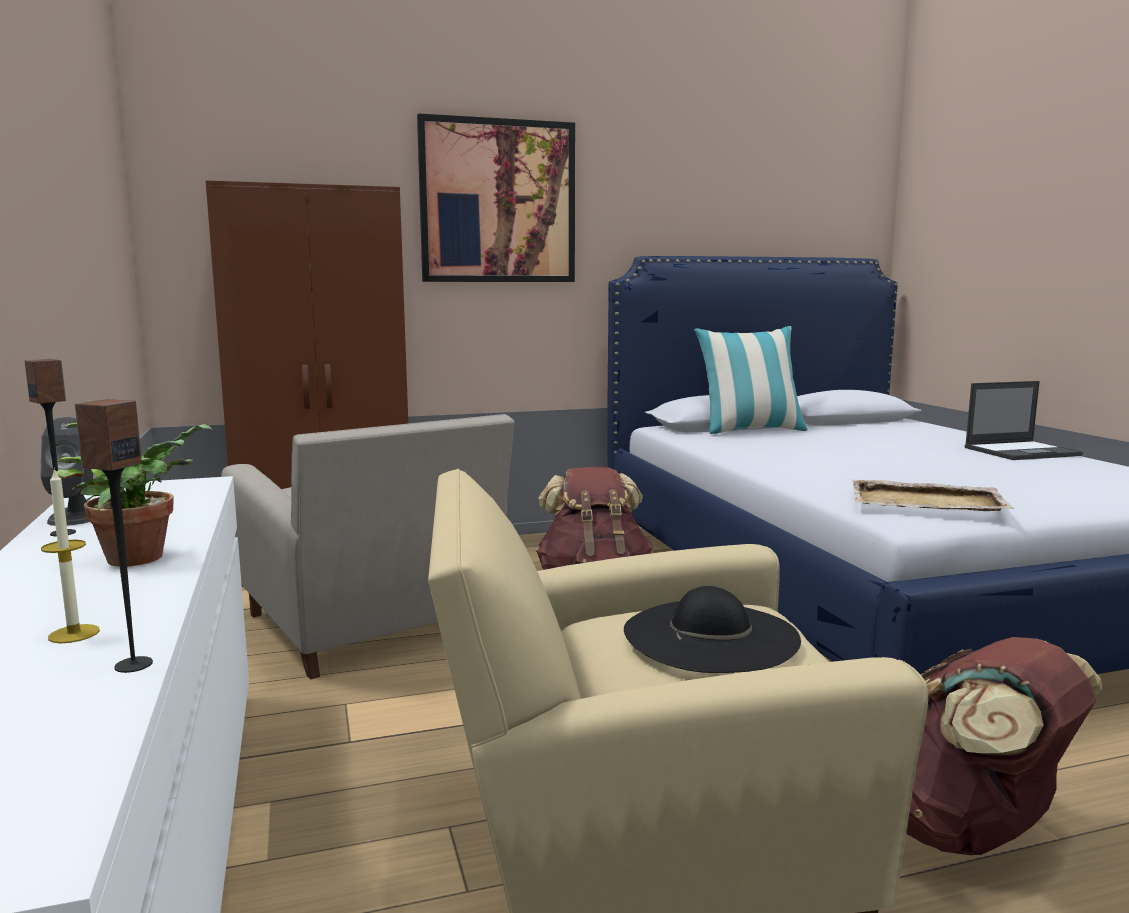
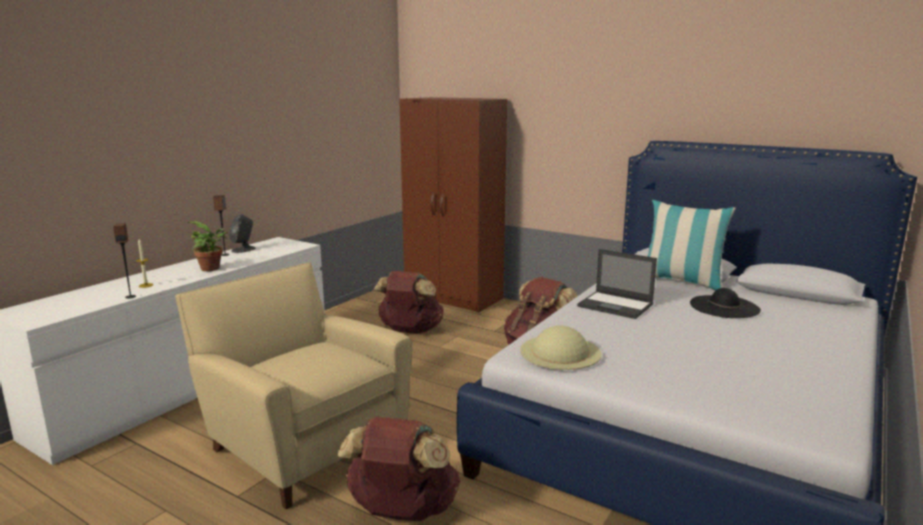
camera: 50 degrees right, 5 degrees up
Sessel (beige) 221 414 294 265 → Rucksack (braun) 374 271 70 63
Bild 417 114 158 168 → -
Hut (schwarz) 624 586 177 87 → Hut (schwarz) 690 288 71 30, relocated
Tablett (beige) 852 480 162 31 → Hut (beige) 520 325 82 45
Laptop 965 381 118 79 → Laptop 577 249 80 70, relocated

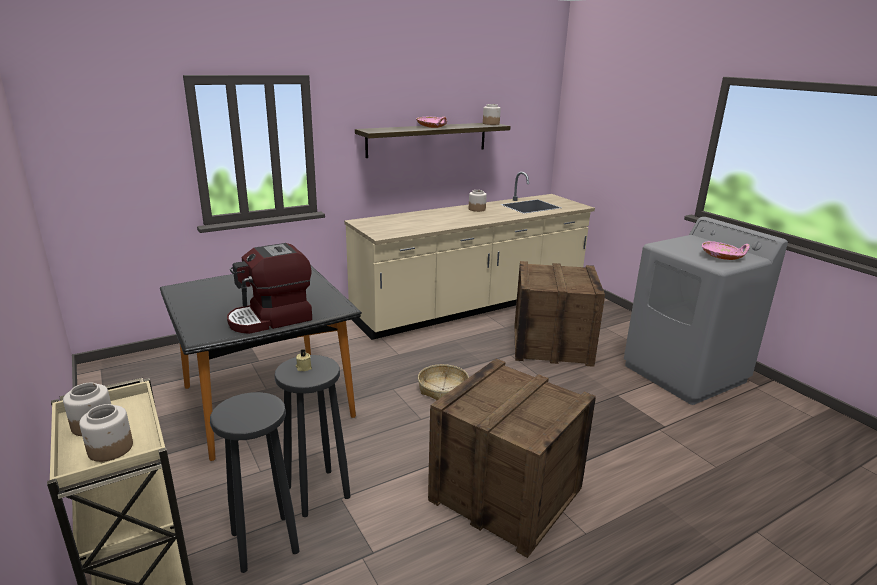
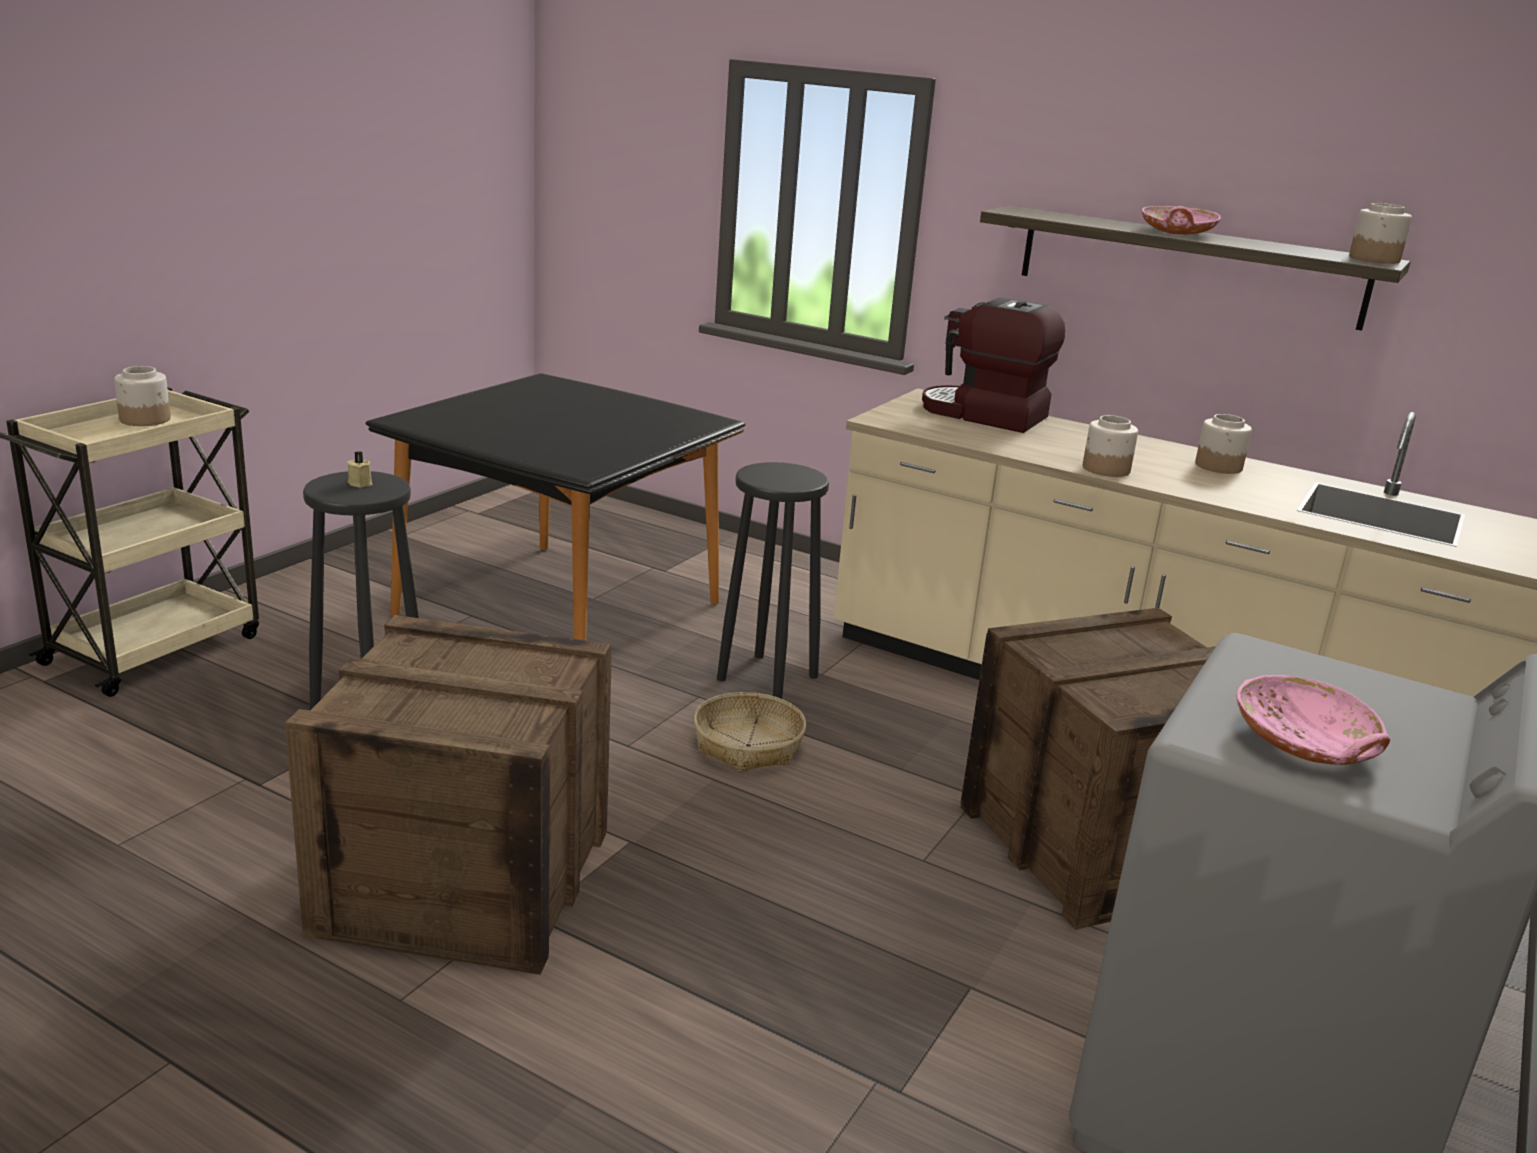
camera: 60 degrees right, 0 degrees up
Vorratsglas 79 404 54 58 → Vorratsglas 1083 415 55 62, relocated
Hocker (schwarz) 210 392 90 181 → Hocker (schwarz) 717 462 112 237, relocated
Kaffeemaschine 227 243 85 91 → Kaffeemaschine 922 298 143 135, relocated

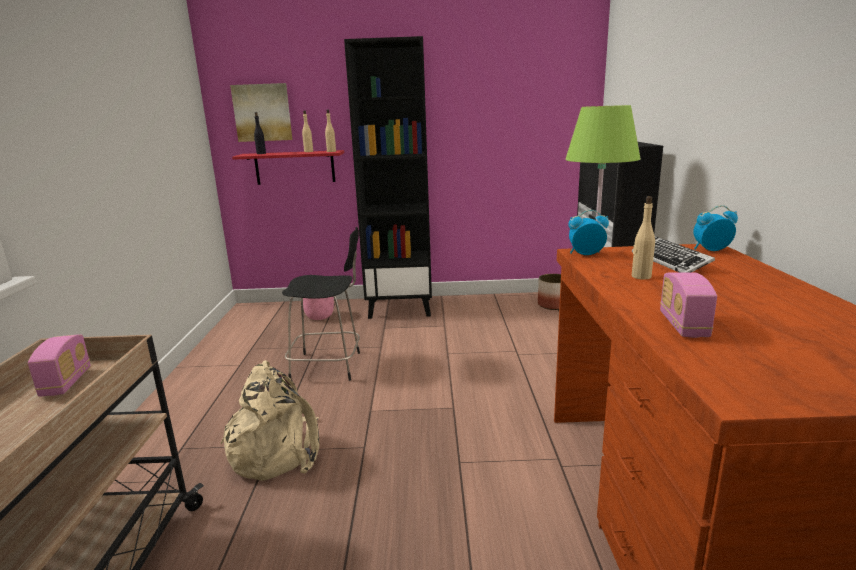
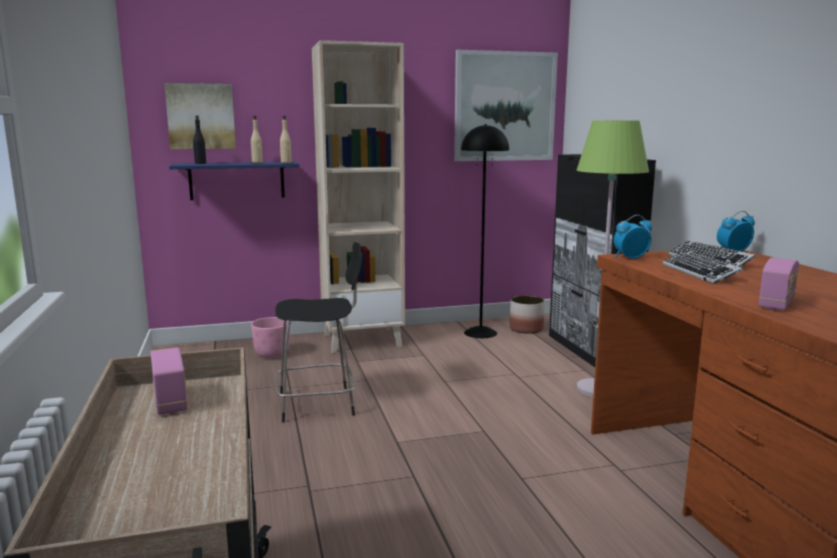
camera: 15 degrees left, 5 degrees down
Rucksack (beige) 220 360 99 121 → -
Wandregal (rot) 232 150 112 35 → Wandregal (blau) 169 162 131 38
Bücherregal (schwarz) 344 36 88 283 → Bücherregal (beige) 312 40 93 313
Flasche (beige) 632 196 23 83 → Tastatur 662 250 81 34
Radio 660 272 57 66 → Radio 759 258 40 52, 135 degrees counterclockwise
- → Bild 454 50 104 111
- → Stehlampe (schwarz) 461 124 48 214

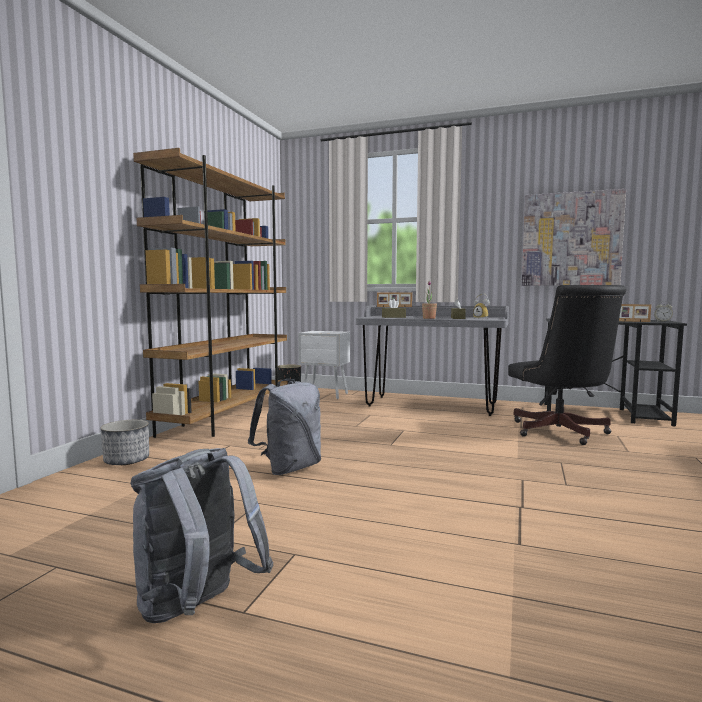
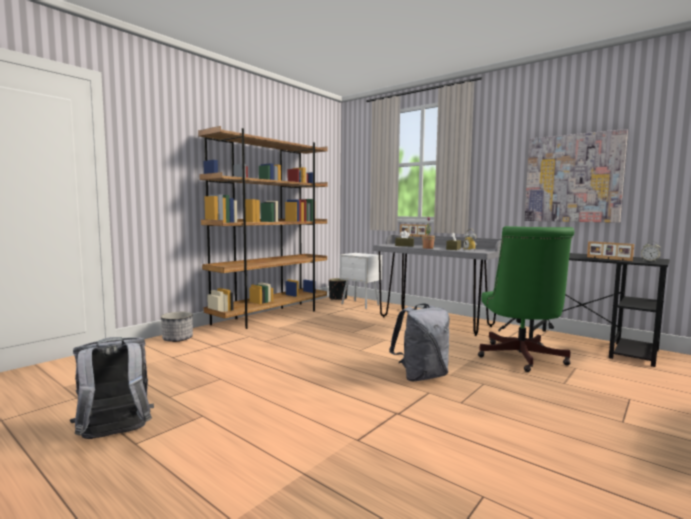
camera: 20 degrees right, 0 degrees up
Rucksack (grau) 248 379 73 96 → Rucksack (grau) 389 304 61 77, relocated
Bürostuhl (schwarz) 508 285 118 160 → Bürostuhl (grün) 478 226 96 146

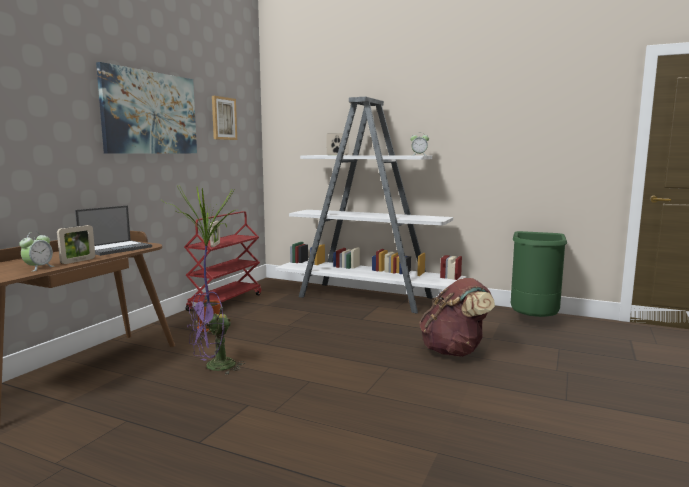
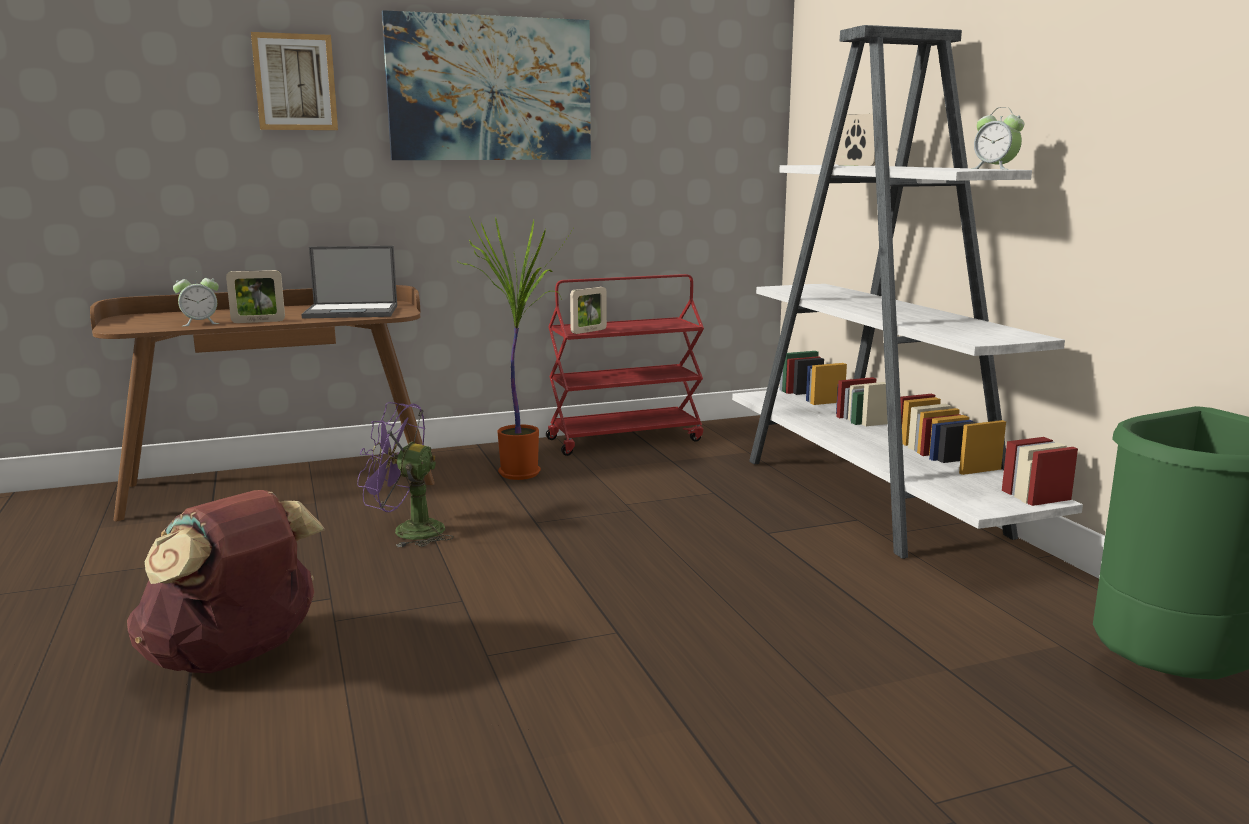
camera: 45 degrees right, 5 degrees up
Bild 212 96 25 44 → Bild 251 32 87 98, relocated
Rucksack (braun) 419 278 76 79 → Rucksack (braun) 127 490 198 183, relocated

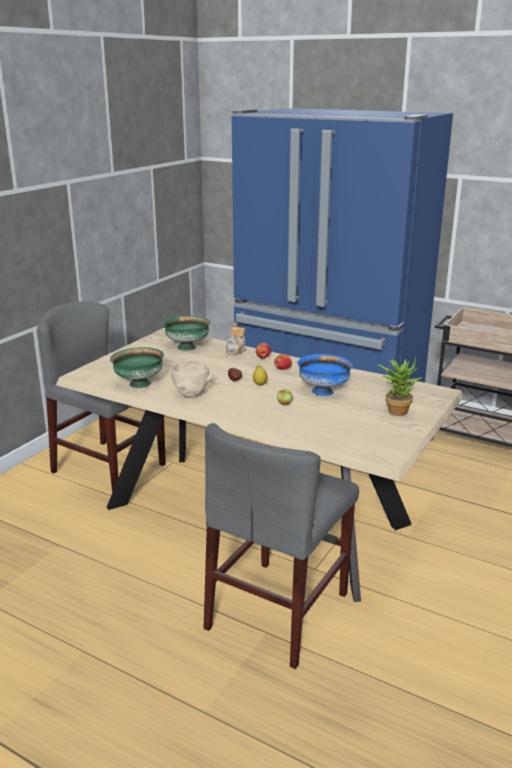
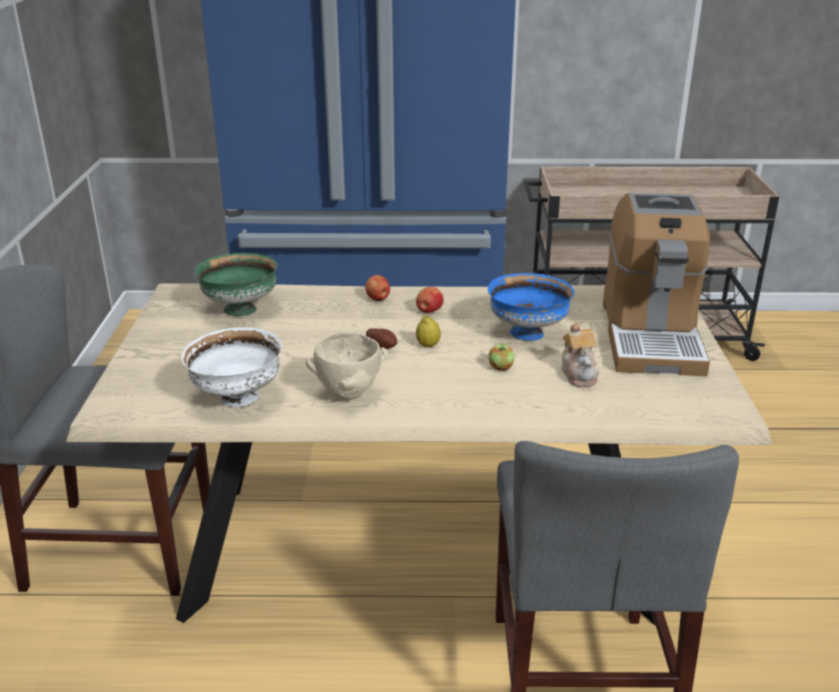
camera: 30 degrees left, 5 degrees up
Schüssel (grün) 110 347 54 41 → Schüssel (weiß) 181 327 101 80
Teekanne 226 323 20 32 → Teekanne 561 323 38 64, relocated
Topfpflanze 378 357 44 59 → Kaffeemaschine 603 193 107 183

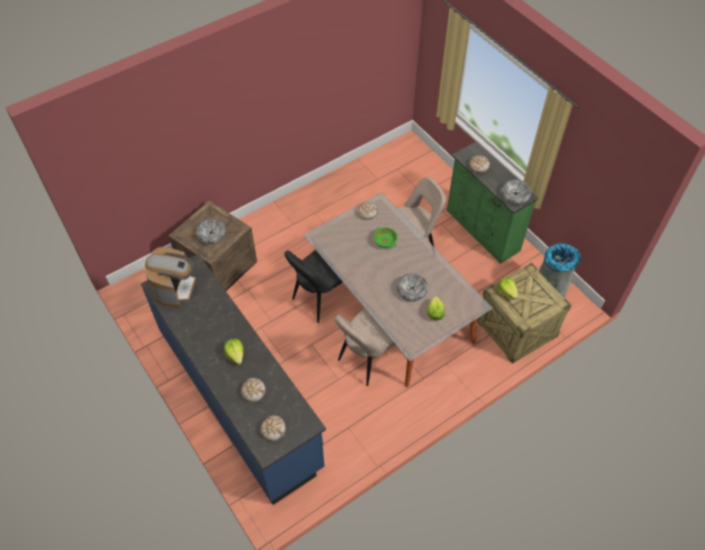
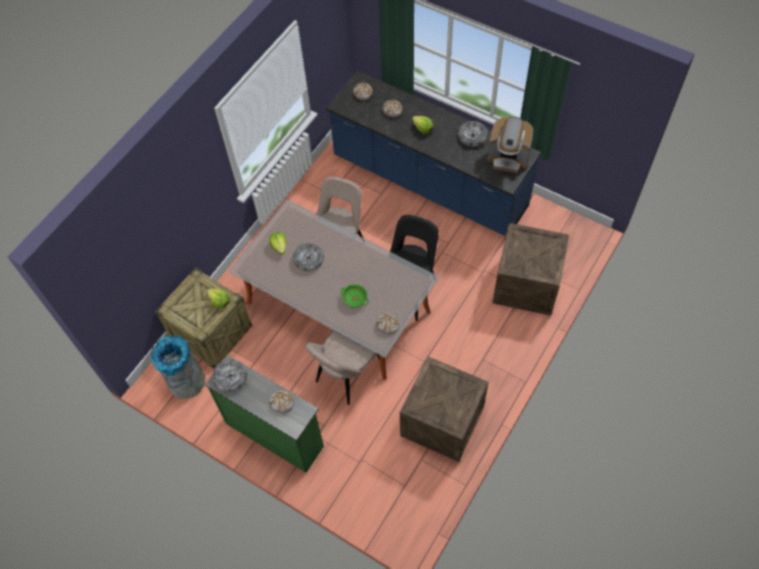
camera: 160 degrees right, 5 degrees up
Kaffeemaschine 145 247 51 60 → Kaffeemaschine 487 117 46 56, 60 degrees counterclockwise
Schüssel 196 219 30 25 → Schüssel 458 121 30 26, relocated
- → Kiste 400 356 89 106

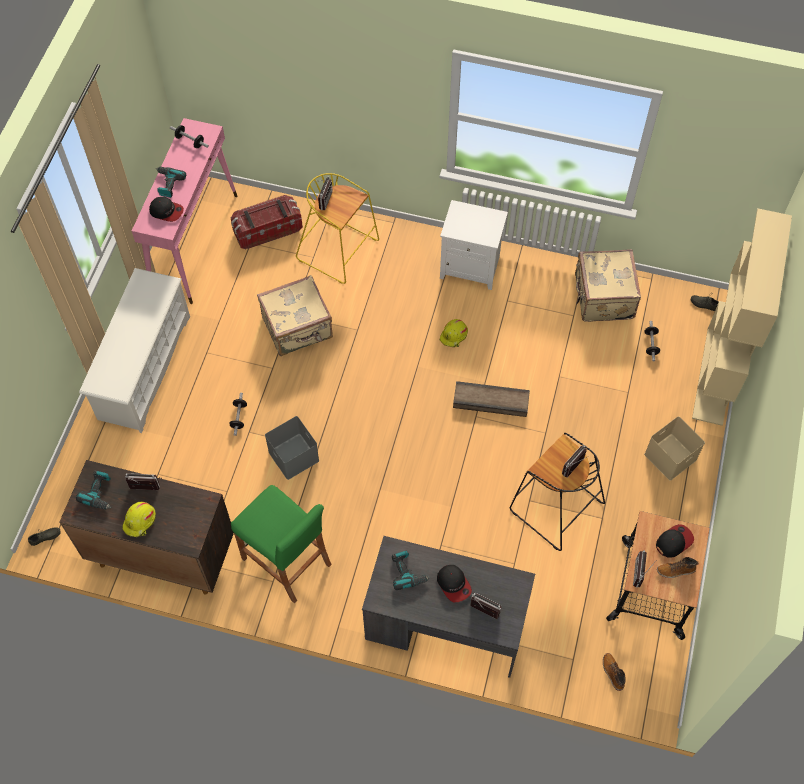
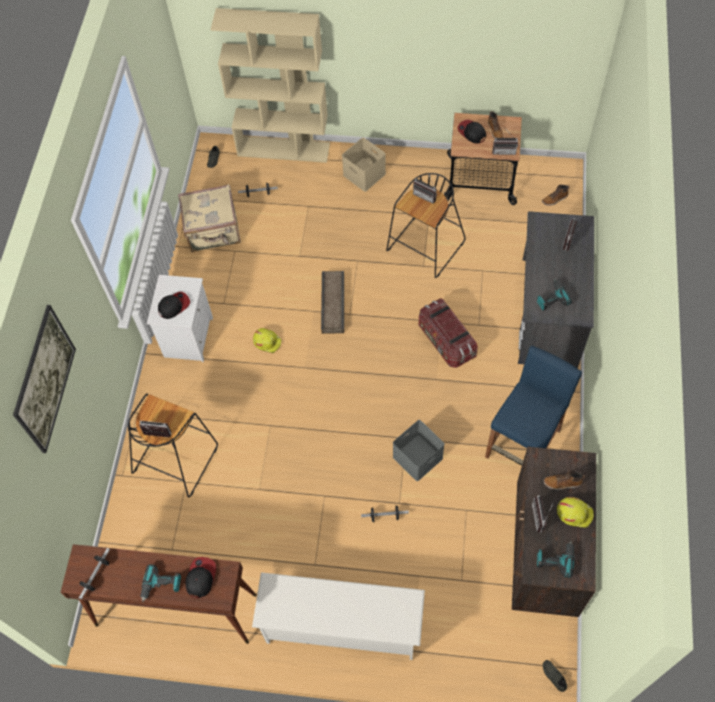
camera: 95 degrees left, 0 degrees up
Konsolentisch (rosa) 132 118 105 186 → Konsolentisch (braun) 60 544 197 100
Aufbewahrungsbox 231 195 72 55 → Aufbewahrungsbox 419 298 59 70, relocated
Hocker (grün) 231 485 101 119 → Hocker (blau) 485 346 97 120
Koffer (beige) 257 275 76 81 → -
Hocker (gelb) 296 173 83 111 → Hocker (schwarz) 128 394 90 103
Kappe 437 565 35 37 → Kappe 158 292 32 27, relocated
- → Bild 13 305 63 148
- → Stiefel 544 470 41 20

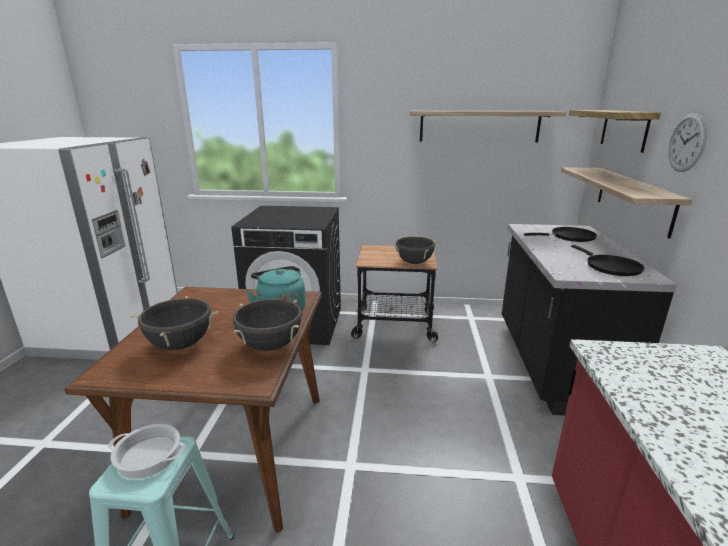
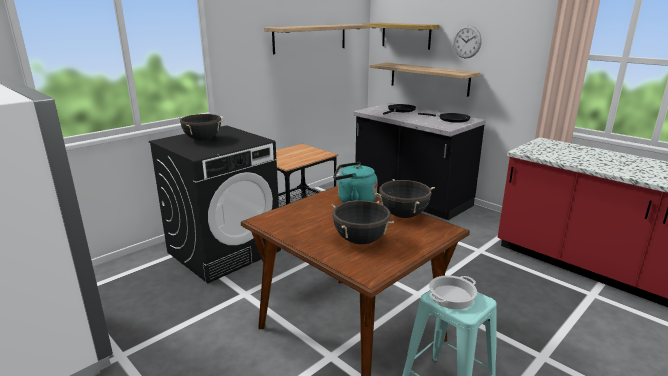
camera: 50 degrees left, 0 degrees up
Kochtopf (schwarz) 394 237 42 27 → Kochtopf (schwarz) 179 114 44 27, relocated

